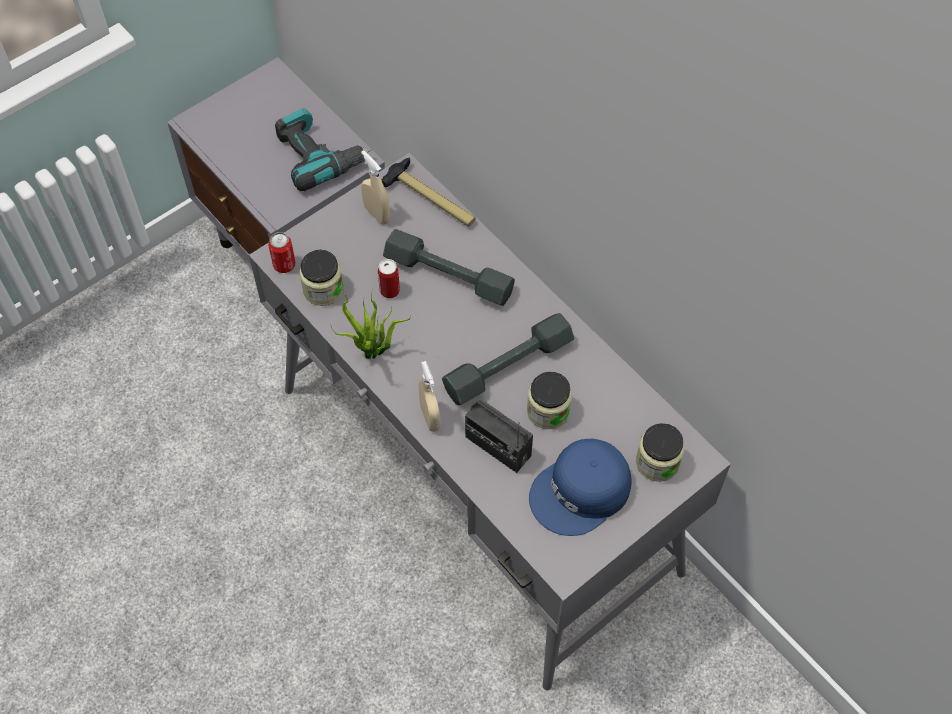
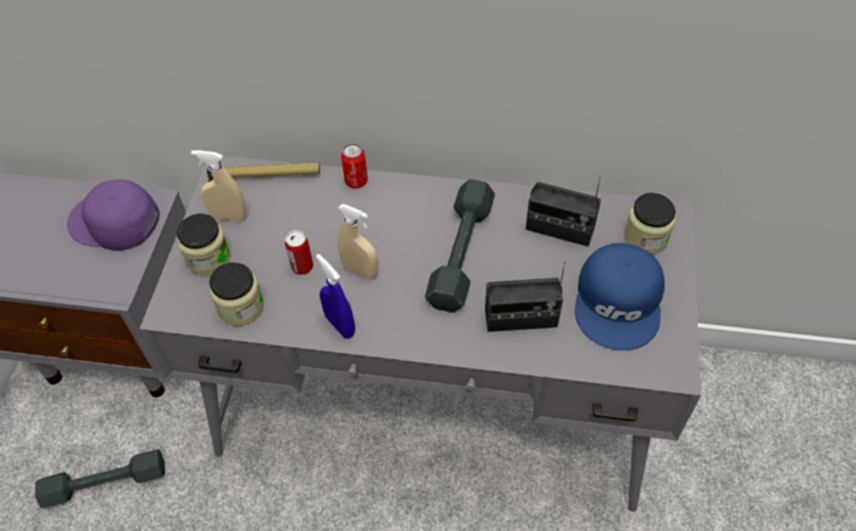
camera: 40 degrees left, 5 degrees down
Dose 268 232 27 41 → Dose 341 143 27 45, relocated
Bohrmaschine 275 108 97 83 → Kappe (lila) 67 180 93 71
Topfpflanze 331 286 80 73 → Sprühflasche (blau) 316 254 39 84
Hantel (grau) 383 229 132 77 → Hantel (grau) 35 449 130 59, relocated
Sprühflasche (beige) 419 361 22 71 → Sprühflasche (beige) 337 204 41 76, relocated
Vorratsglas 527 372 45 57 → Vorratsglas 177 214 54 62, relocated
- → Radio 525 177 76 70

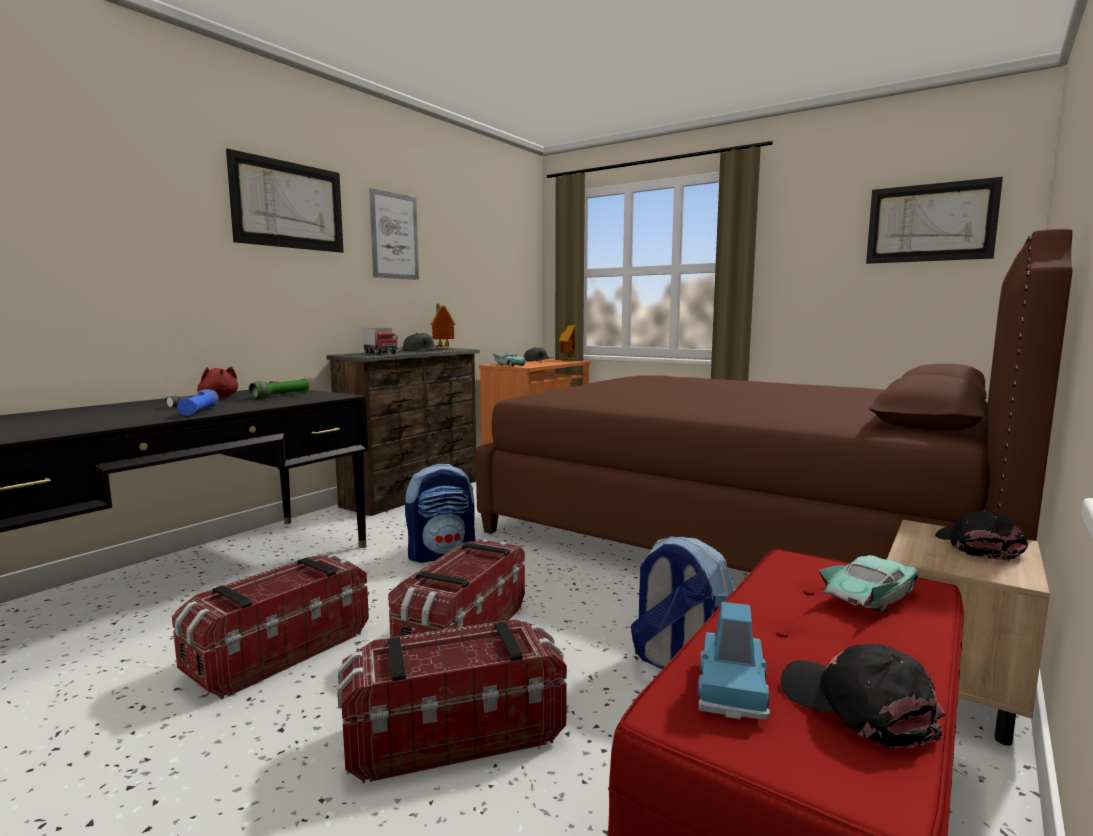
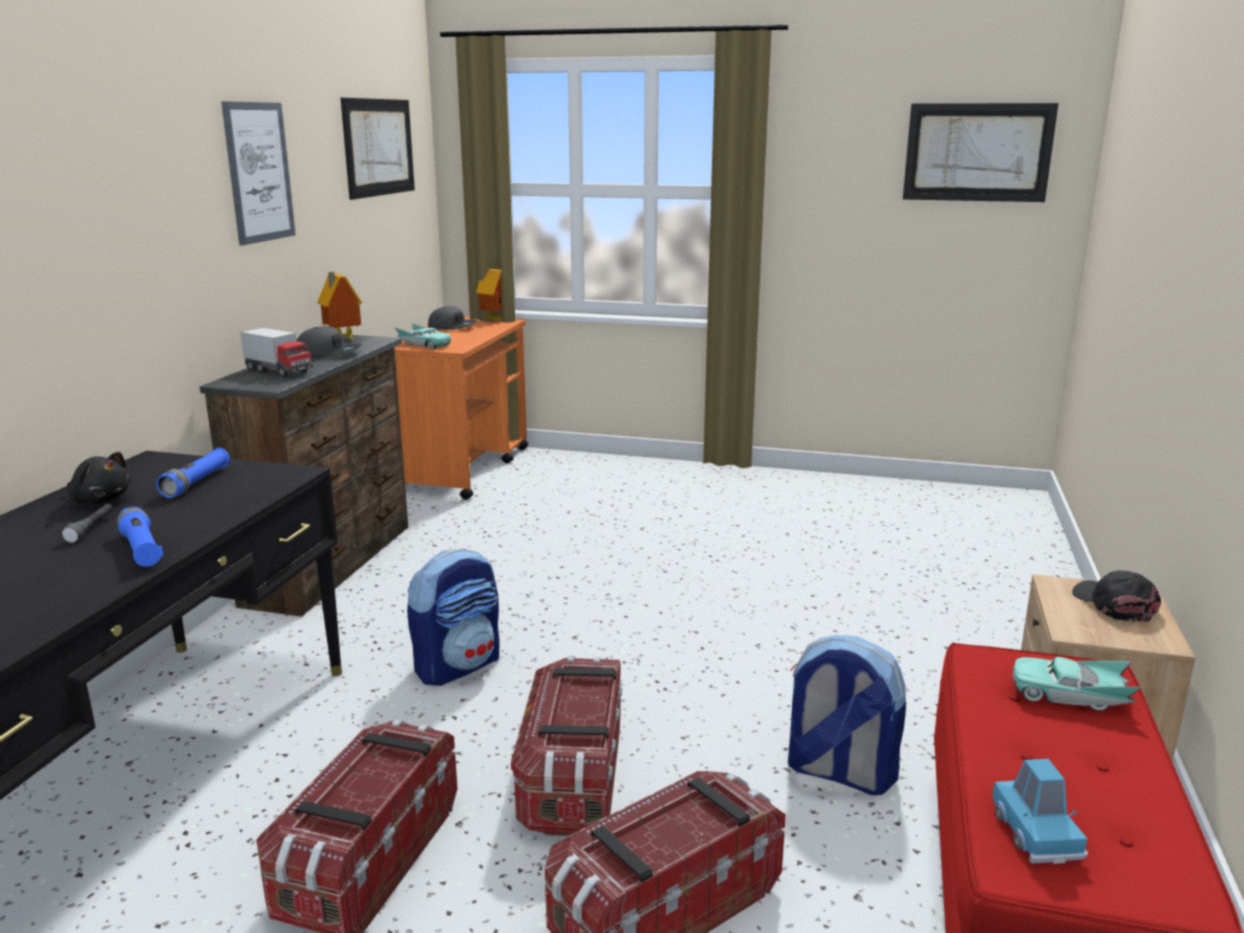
camera: 20 degrees left, 10 degrees up
Plüschtier (rot) 197 367 41 31 → Plüschtier (schwarz) 67 452 64 51
Bild 226 149 118 104 → Bild 341 98 74 102, relocated
Taschenlampe (grün) 249 379 60 20 → Taschenlampe (blau) 156 448 74 50
Bett (braun) 476 229 597 344 → -
Kappe (schwarz) 781 644 165 105 → -
Spielzeugauto (türkis) 819 555 99 57 → Spielzeugauto (türkis) 1013 657 128 54, 105 degrees counterclockwise

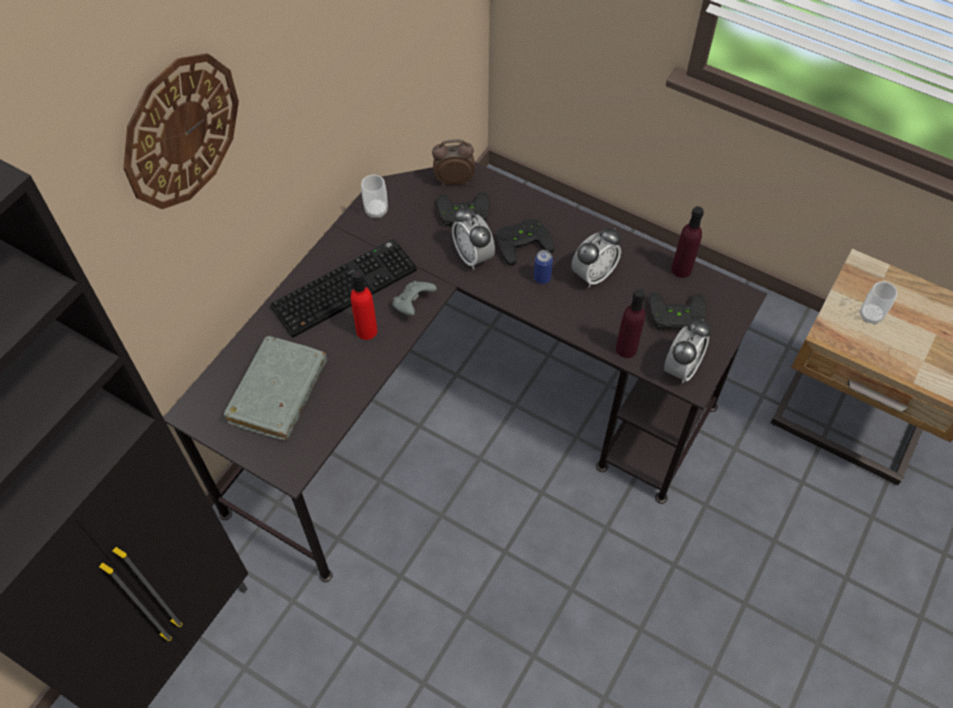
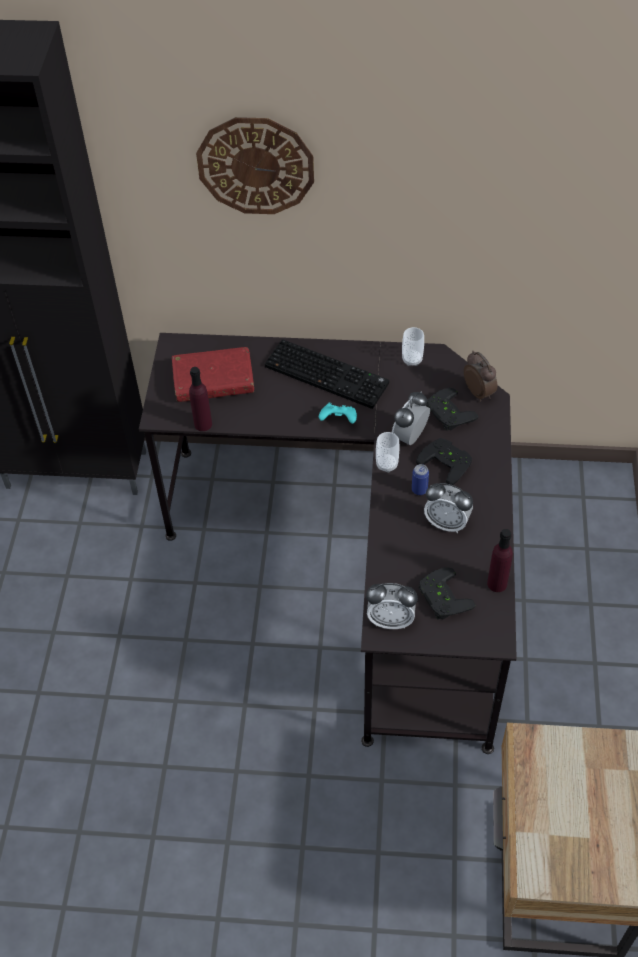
camera: 65 degrees right, 5 degrees down
Buch (grau) 224 336 103 105 → Buch (rot) 172 347 82 55
Flasche (rot) 351 270 26 70 → -
Gamepad (grau) 392 281 45 35 → Gamepad (türkis) 319 403 38 21
Flasche (lila) 616 289 29 69 → Flasche (lila) 189 367 23 64, relocated
Tasse 860 281 37 44 → Tasse 376 432 23 41, relocated

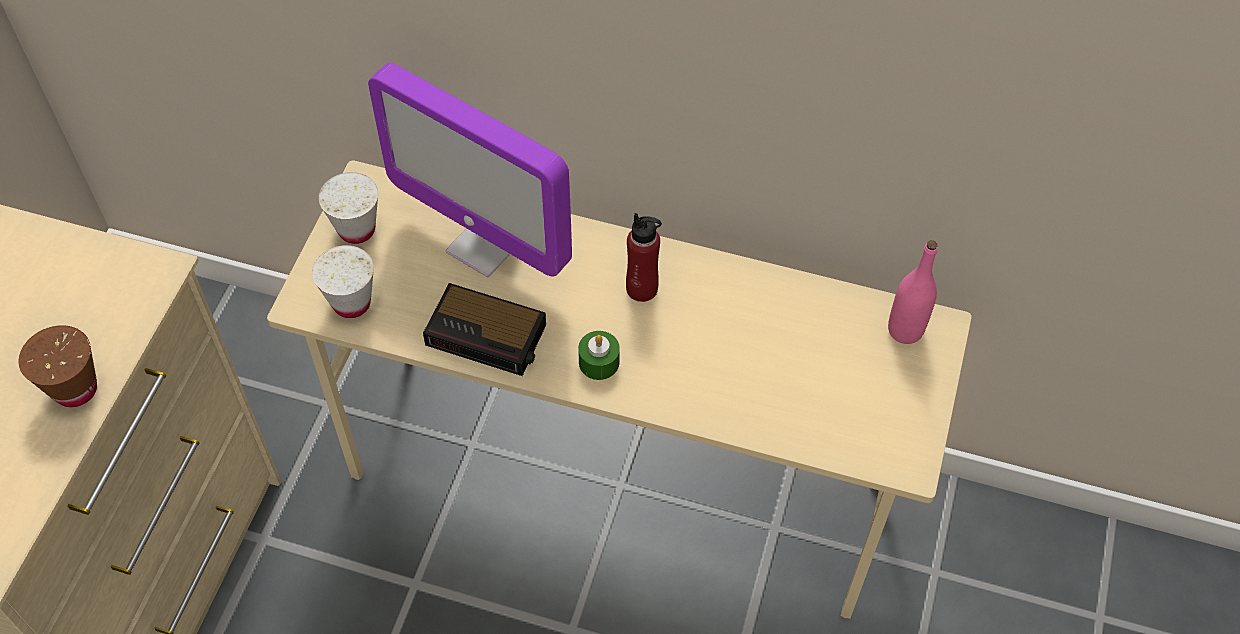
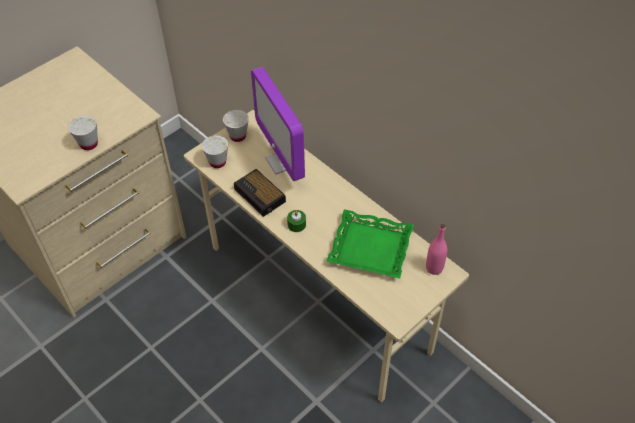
camera: 30 degrees right, 5 degrees down
Tasse (braun) 19 325 78 82 → Tasse (weiß) 68 115 30 35
Flasche (rot) 626 213 36 89 → -
- → Tablett (grün) 326 209 88 69

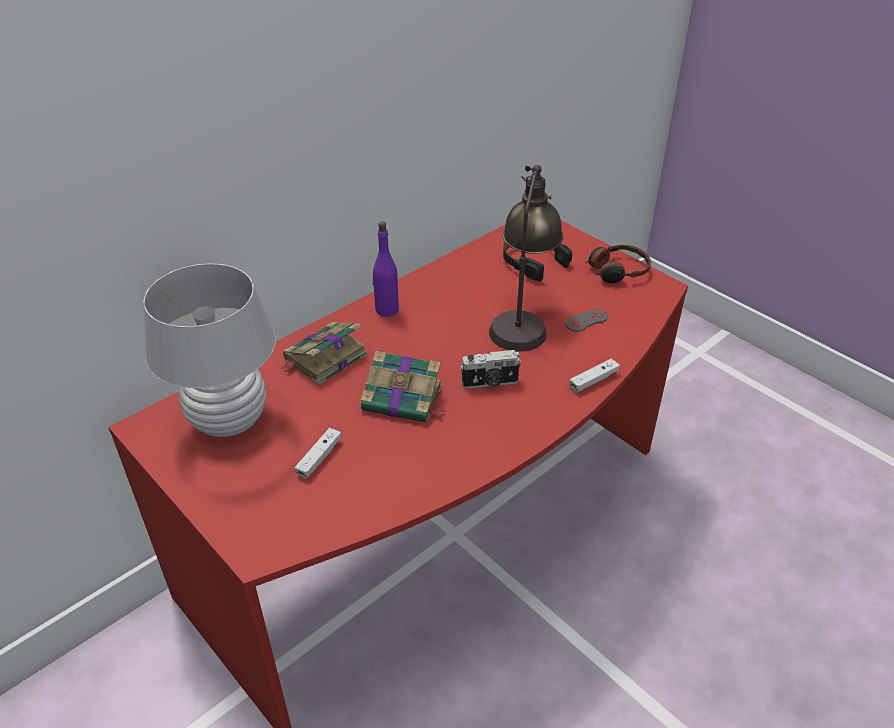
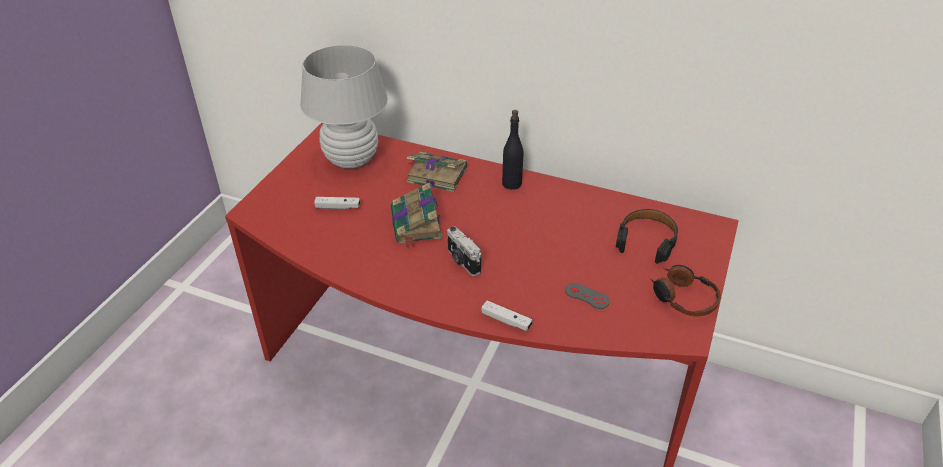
camera: 65 degrees right, 0 degrees up
Flasche (lila) 372 221 27 96 → Flasche (schwarz) 502 110 22 80
Tischlampe 489 165 74 187 → -

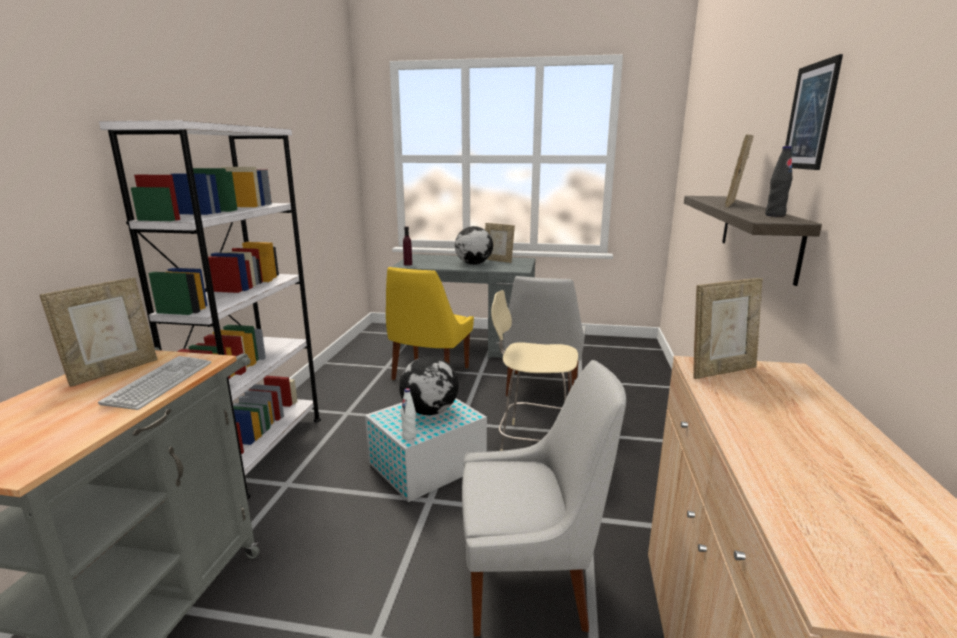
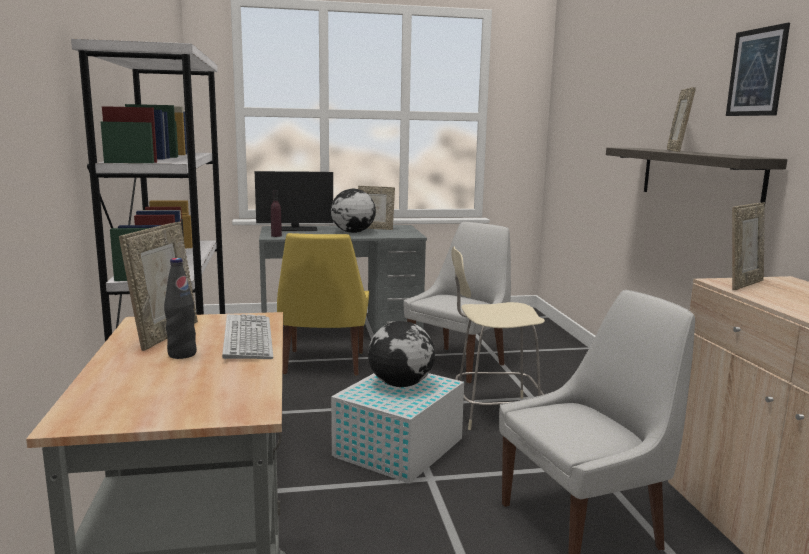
camera: 20 degrees left, 5 degrees down
Flasche (weiß) 401 388 16 52 → -
Stuhl (weiß) 504 276 82 120 → Stuhl (weiß) 404 222 107 161, 135 degrees counterclockwise
Flasche (schwarz) 765 146 27 71 → Flasche (schwarz) 164 258 33 101, relocated
- → Monitor 255 171 78 60

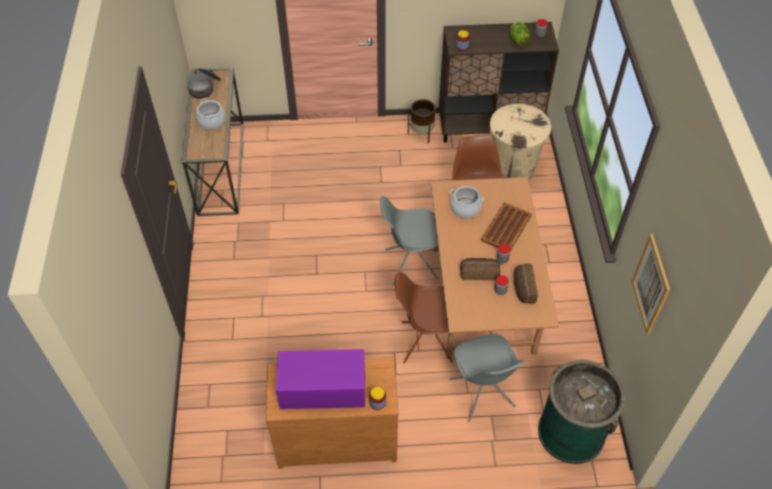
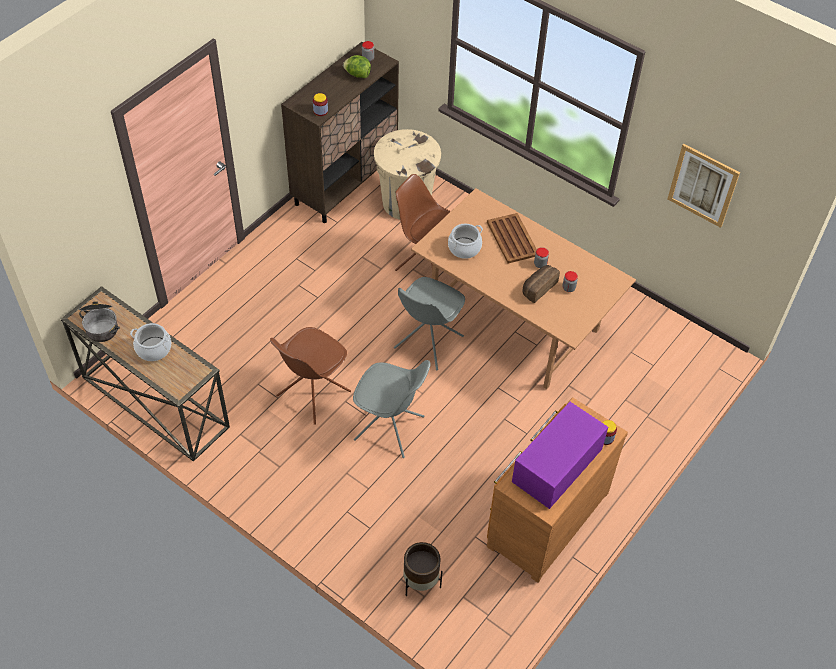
camera: 50 degrees left, 0 degrees up
Stuhl (braun) 395 272 58 91 → Stuhl (braun) 270 327 81 98, relocated
Pflanzkübel (braun) 408 99 28 45 → Pflanzkübel (braun) 403 542 40 54, relocated
Stuhl (grau) 449 334 75 88 → Stuhl (grau) 353 360 78 98, relocated
Brot 514 264 24 40 → -
Mülleimer (grün) 538 360 87 104 → -

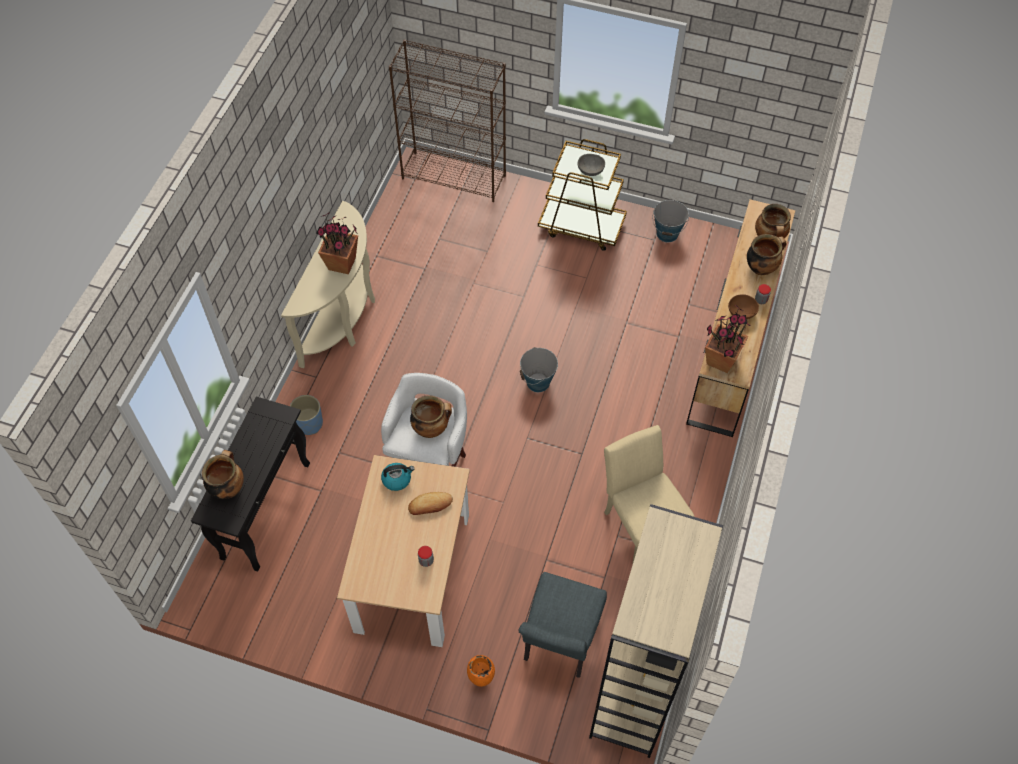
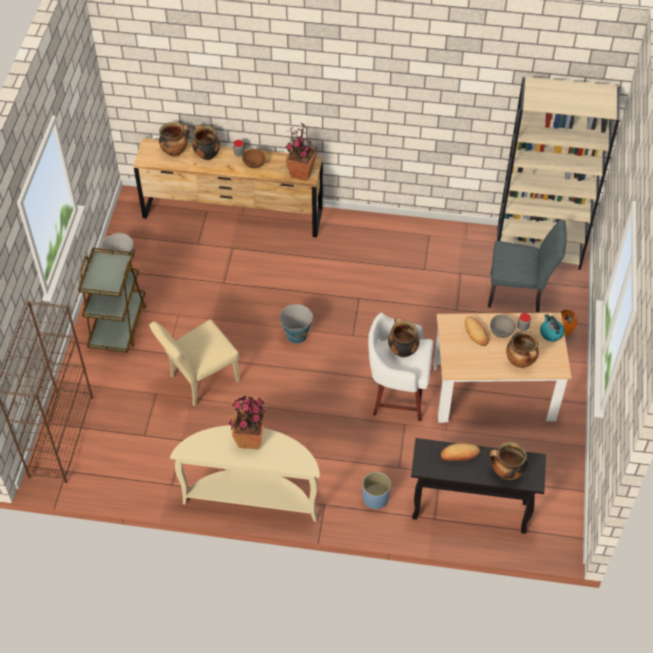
camera: 100 degrees left, 5 degrees down
Wasserkessel 381 463 33 28 → Wasserkessel 540 314 24 27, relocated
Schüssel (grau) 577 154 28 22 → Schüssel (grau) 490 315 26 23, relocated
Stuhl (beige) 604 425 91 139 → Stuhl (beige) 149 319 91 87, relocated
- → Brot 441 443 39 18
- → Kochtopf 506 330 33 38

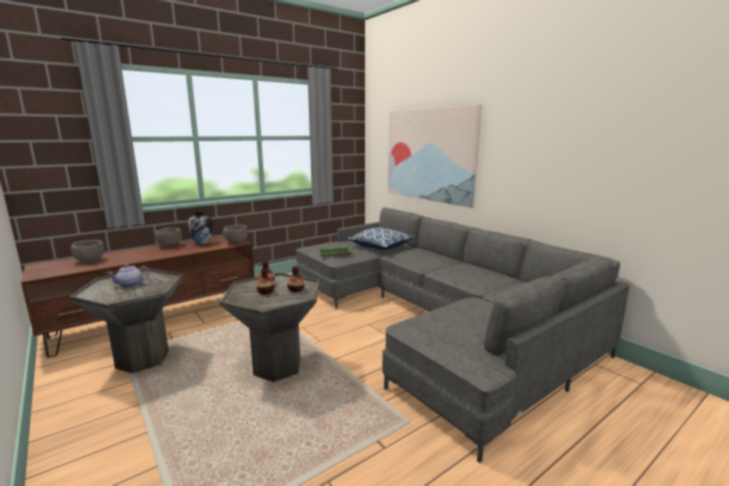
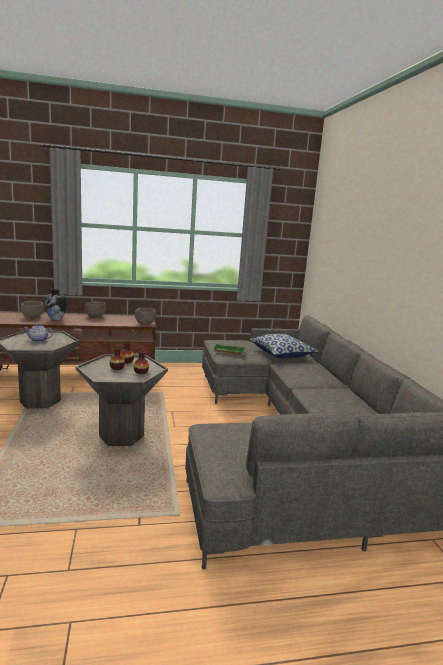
camera: 25 degrees right, 0 degrees up
Vase 188 210 25 35 → Vase 45 289 22 31, relocated
Bild 388 105 94 103 → -

